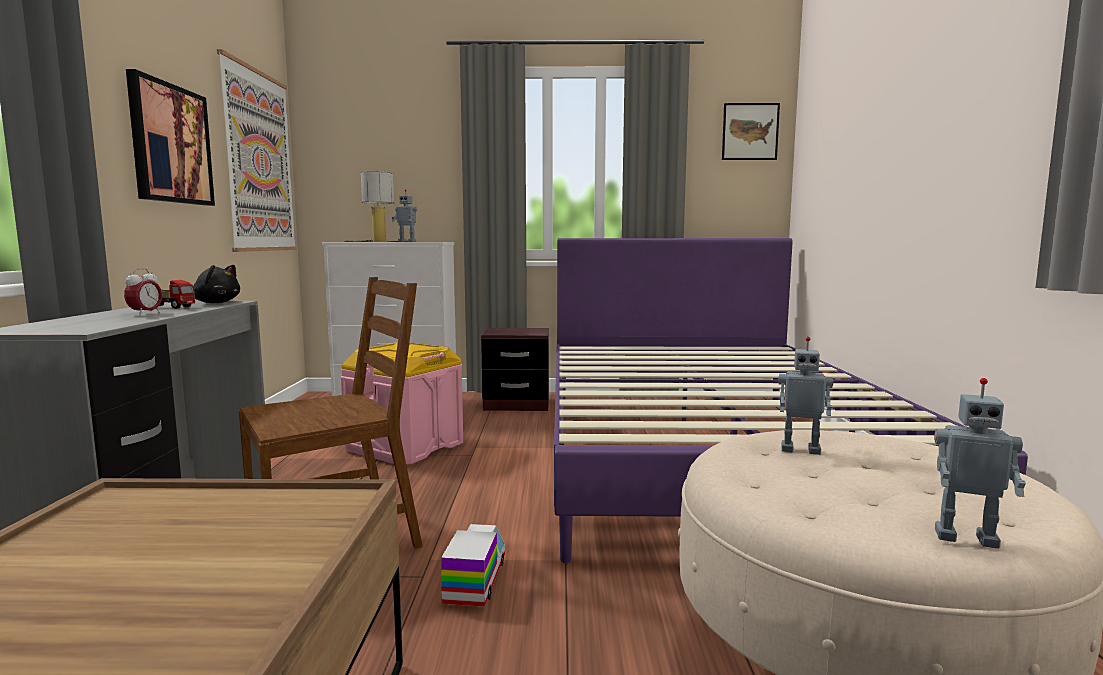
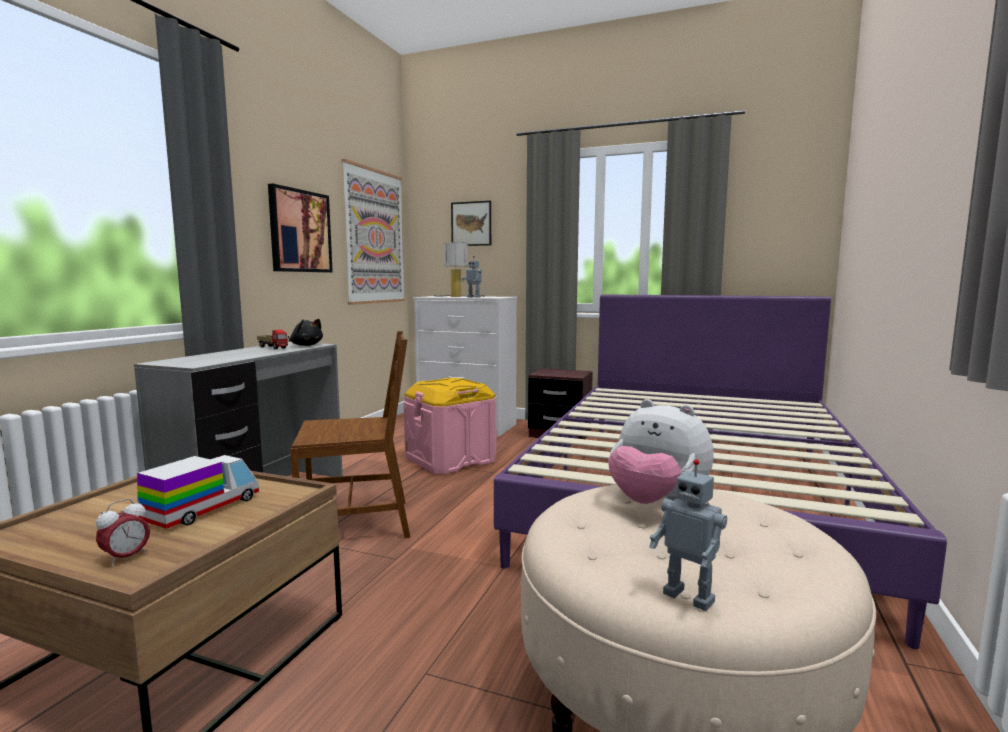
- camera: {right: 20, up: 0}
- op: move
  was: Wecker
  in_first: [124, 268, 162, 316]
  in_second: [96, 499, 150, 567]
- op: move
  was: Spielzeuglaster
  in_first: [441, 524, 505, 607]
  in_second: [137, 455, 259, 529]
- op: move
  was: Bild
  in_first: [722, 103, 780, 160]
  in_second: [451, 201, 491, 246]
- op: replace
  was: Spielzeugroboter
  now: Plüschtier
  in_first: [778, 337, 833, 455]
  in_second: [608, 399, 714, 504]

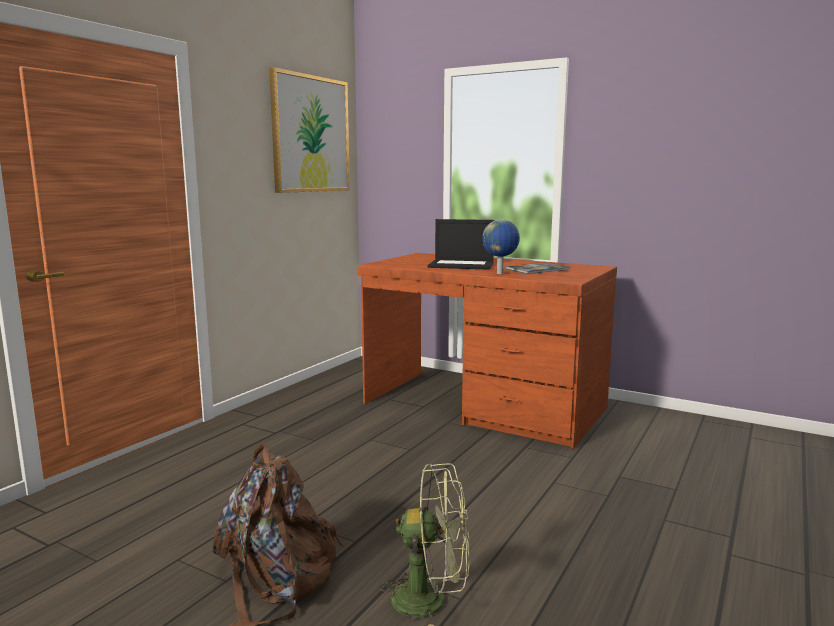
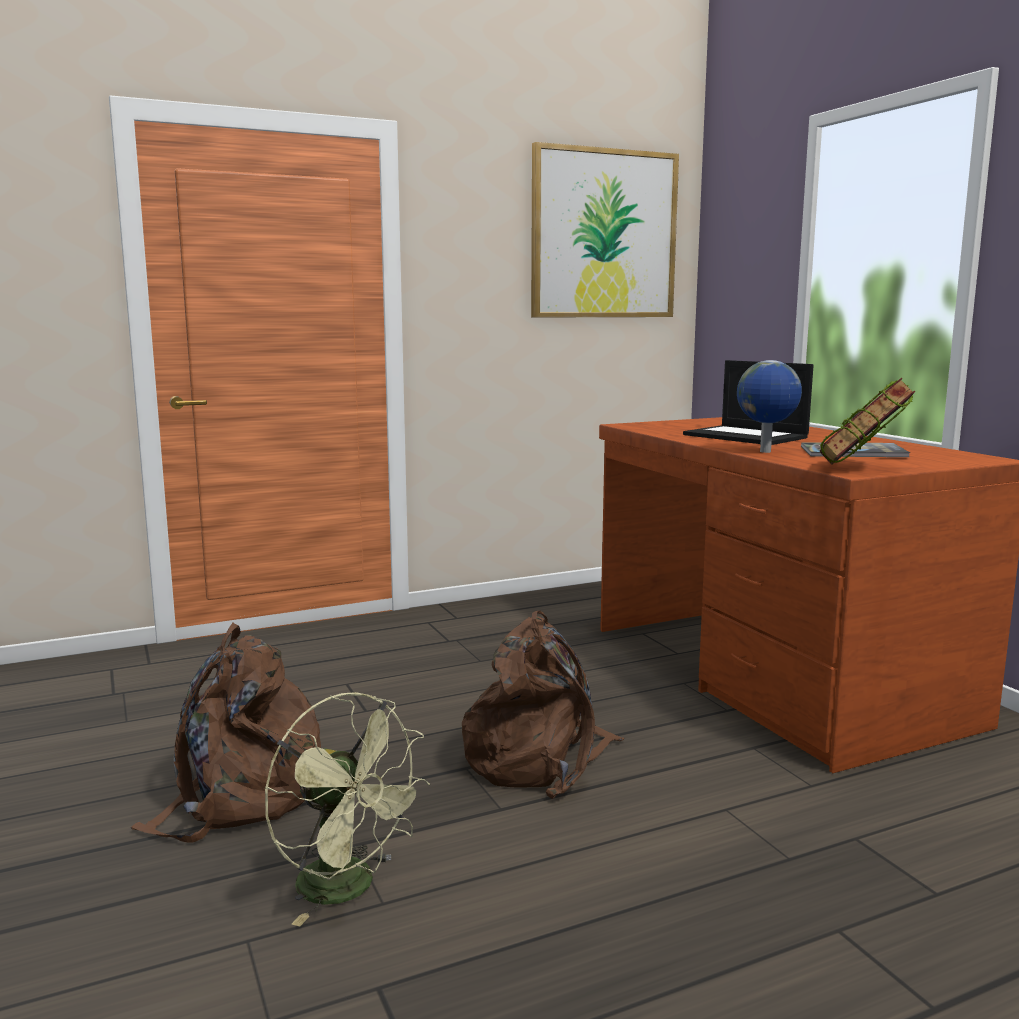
- camera: {right: 35, up: 0}
- op: insert
  now: Rucksack/braun
  in_second: [462, 611, 625, 799]
- op: insert
  now: Buch
  in_second: [820, 378, 915, 464]

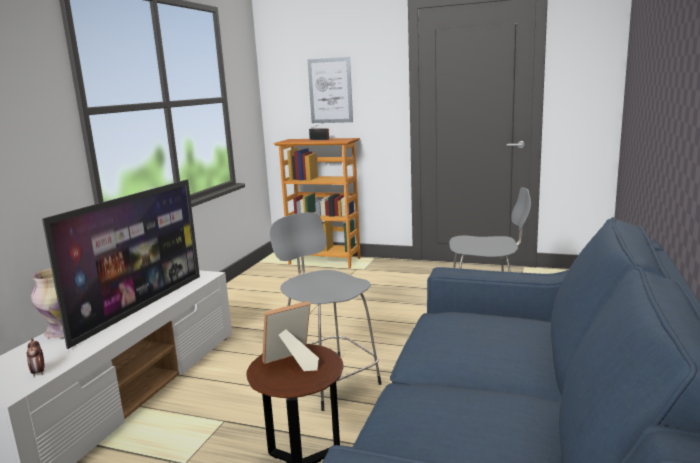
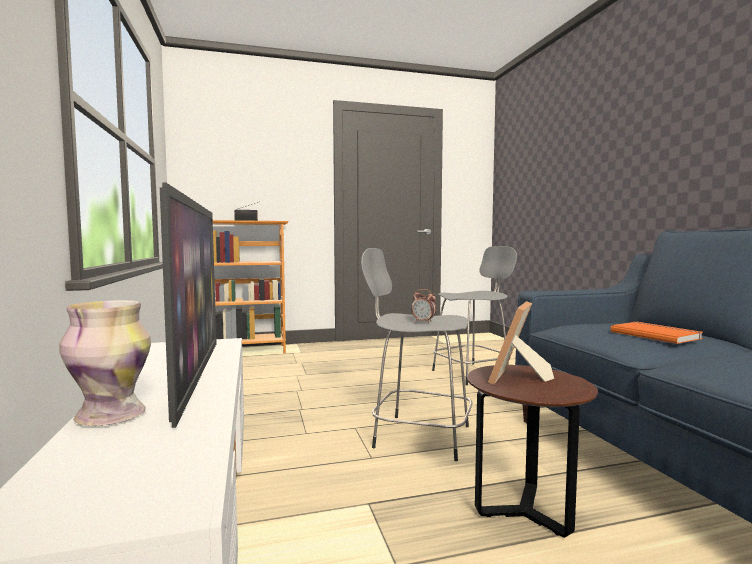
- camera: {right: -35, up: -10}
- op: move
  was: Wecker
  in_first: [27, 338, 45, 378]
  in_second: [411, 289, 436, 323]
- op: delete
  was: Bild
  in_first: [308, 57, 353, 123]
- op: insert
  now: Buch/orange
  in_second: [611, 322, 703, 344]

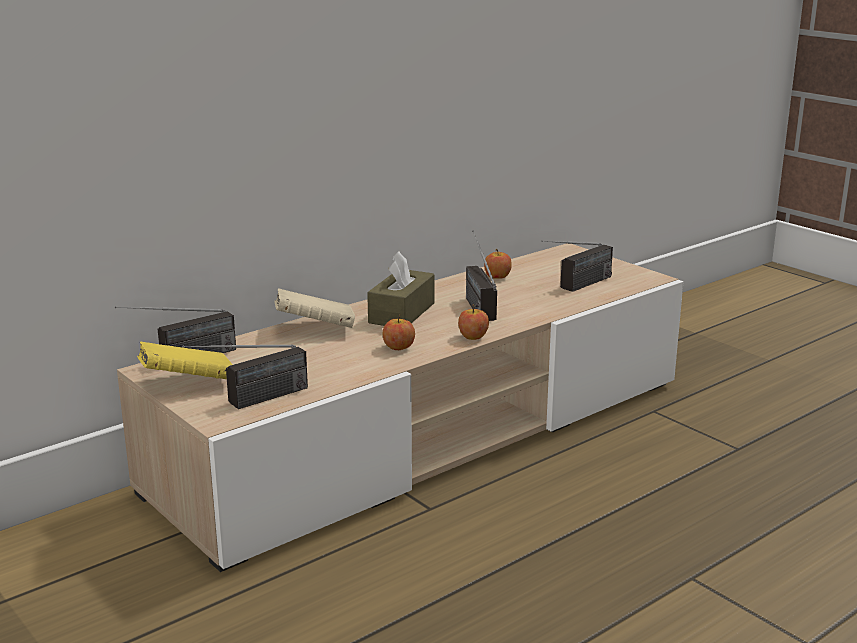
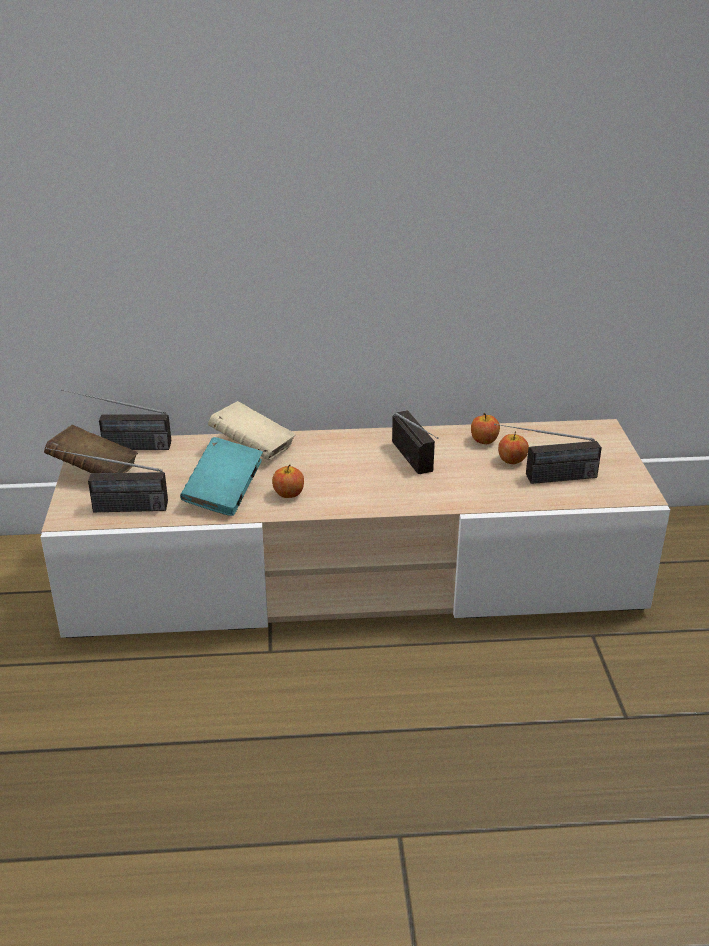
- camera: {right: 35, up: 10}
- op: recolor
  was: Buch/gelb
  now: Buch/braun
  in_first: [137, 342, 233, 379]
  in_second: [44, 425, 138, 474]
- op: delete
  was: Taschentuchbox/braun
  in_first: [367, 252, 435, 326]
- op: move
  was: Apfel
  in_first: [458, 304, 489, 340]
  in_second: [498, 431, 529, 464]
- op: rotate
  was: Radio
  in_first: [466, 230, 497, 321]
  in_second: [392, 410, 438, 474]
  clockwise: 135
- op: insert
  now: Buch/türkis
  in_second: [180, 437, 263, 516]

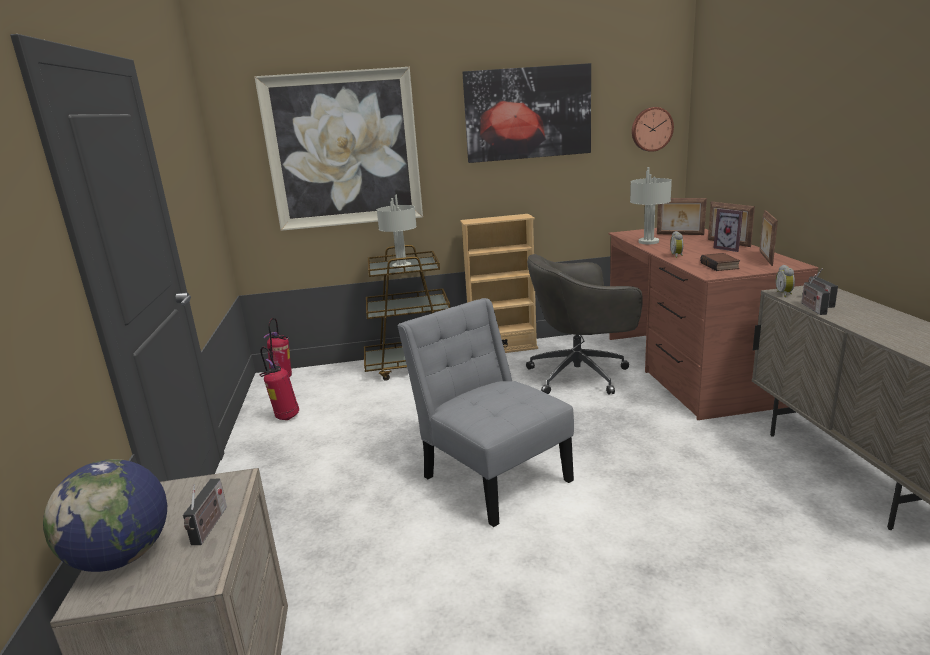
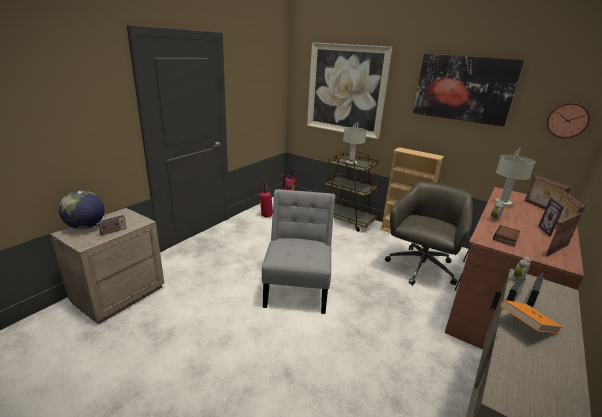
- camera: {right: 40, up: 5}
- op: rotate
  was: Bürostuhl/grau
  in_first: [526, 254, 643, 395]
  in_second: [385, 182, 473, 285]
  clockwise: 90
- op: insert
  now: Buch/orange
  in_second: [501, 300, 562, 333]

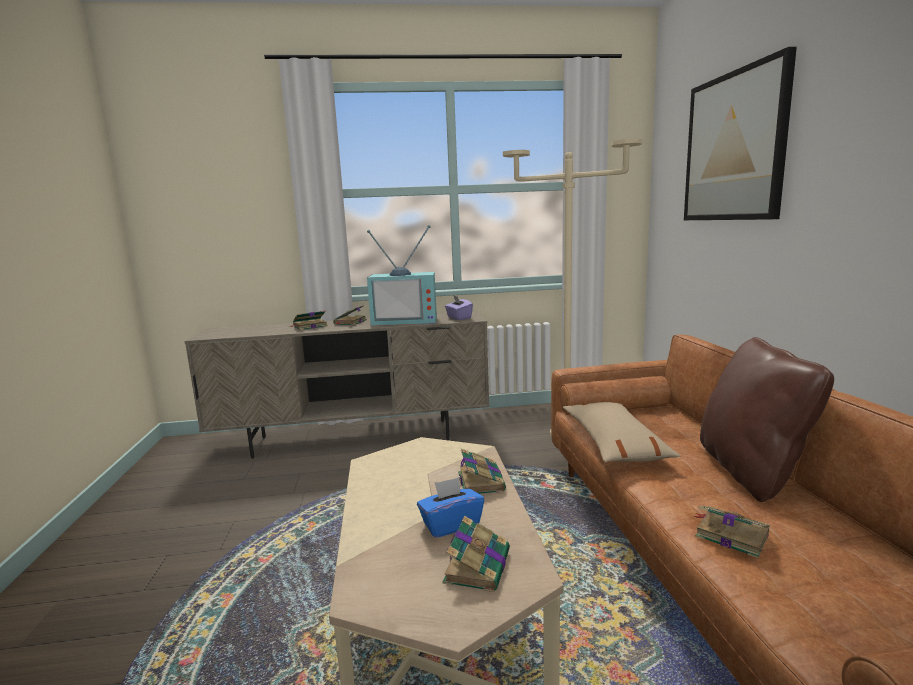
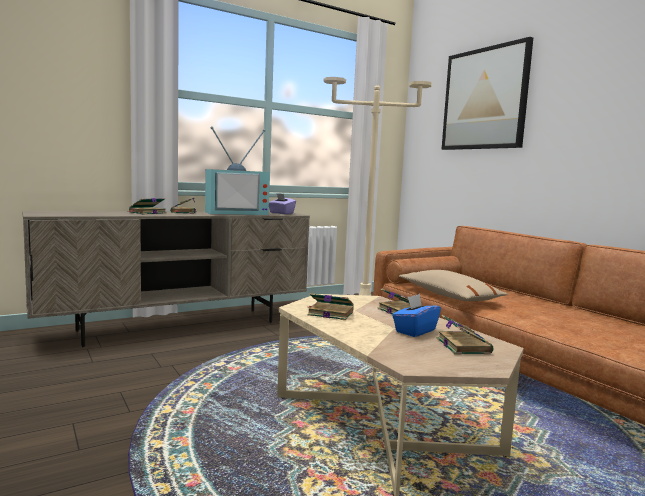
- camera: {right: -25, up: -5}
- op: move
  was: Buch
  in_first: [694, 506, 770, 558]
  in_second: [307, 293, 354, 320]
- op: delete
  was: Kissen/braun
  in_first: [700, 337, 834, 502]

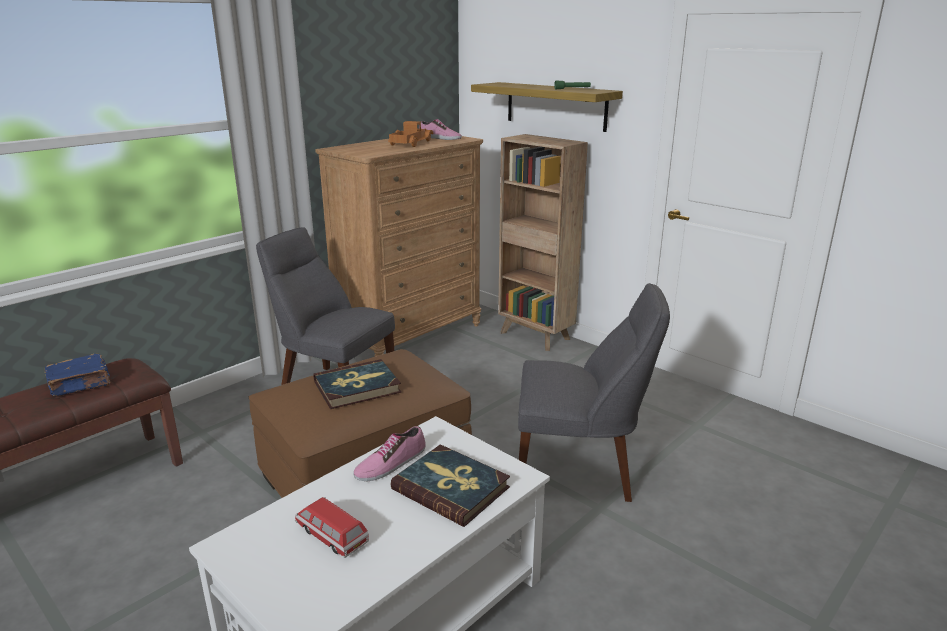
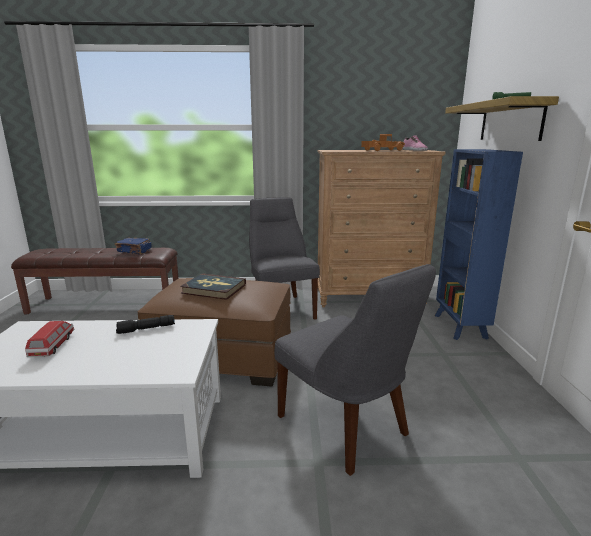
- camera: {right: 45, up: -5}
- op: replace
  was: Schuh
  now: Taschenlampe/schwarz
  in_first: [353, 426, 426, 482]
  in_second: [116, 315, 175, 334]
- op: delete
  was: Buch
  in_first: [391, 444, 510, 527]
- op: recolor
  was: Bücherregal/braun
  now: Bücherregal/blau
  in_first: [498, 134, 588, 351]
  in_second: [435, 149, 523, 340]

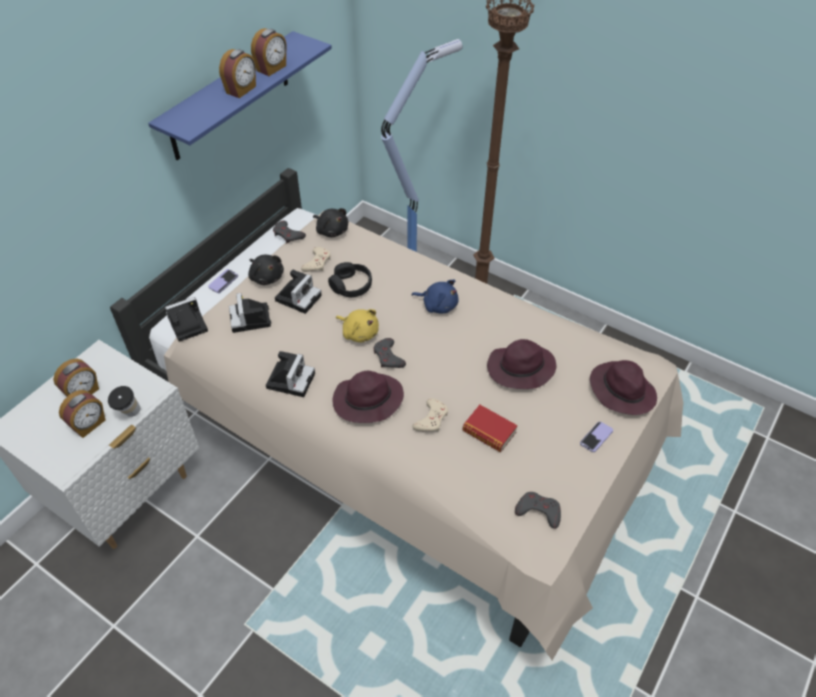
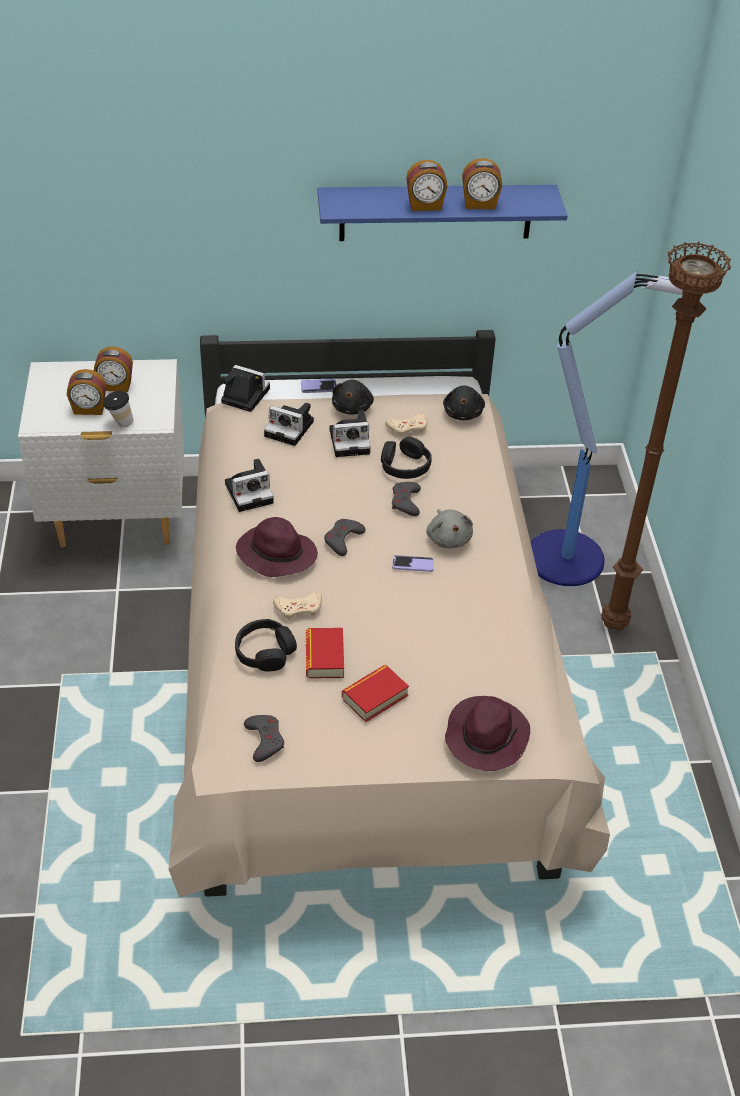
- camera: {right: 50, up: -5}
- op: rotate
  was: Kamera
  in_first: [229, 293, 271, 333]
  in_second: [264, 403, 314, 446]
  clockwise: -105
- op: move
  was: Gamepad/grau
  in_first: [273, 221, 306, 243]
  in_second: [392, 482, 421, 516]
- op: delete
  was: Plüschtier/gelb
  in_first: [336, 309, 379, 342]
- op: recolor
  was: Plüschtier/blau
  now: Plüschtier/grau
  in_first: [411, 280, 459, 313]
  in_second: [426, 509, 473, 548]
- op: delete
  was: Hut/lila
  in_first: [487, 339, 557, 389]
- op: move
  was: Handy
  in_first: [580, 422, 613, 452]
  in_second: [392, 555, 434, 572]
- op: insert
  now: Kopfhörer/schwarz
  in_second: [235, 619, 297, 671]
- op: insert
  now: Buch
  in_second: [342, 665, 409, 722]

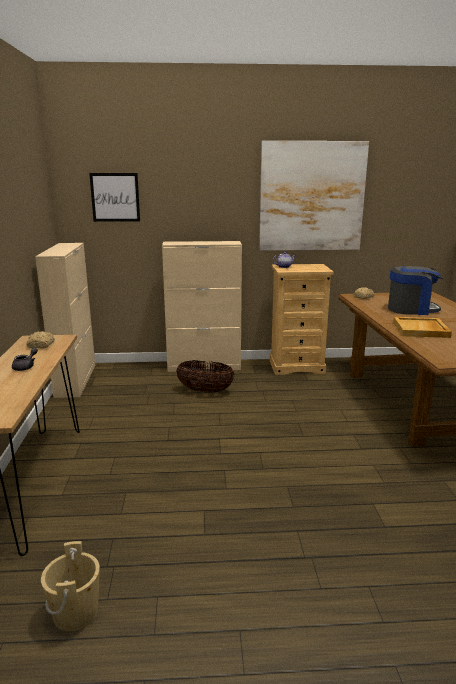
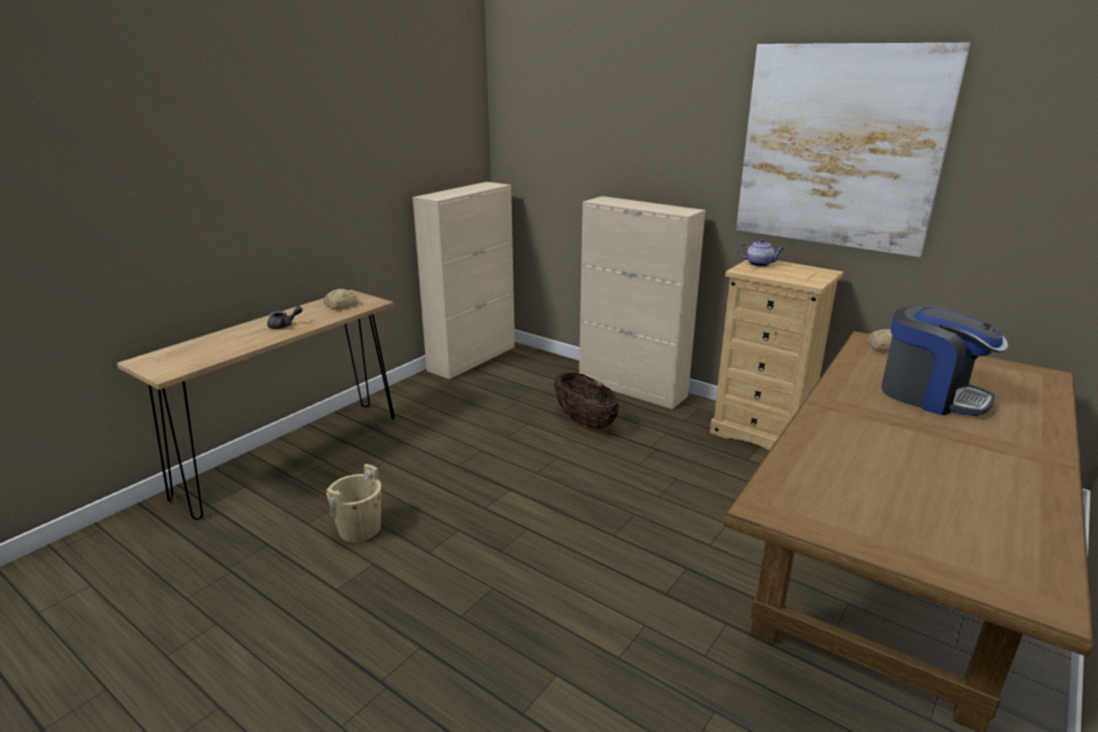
- camera: {right: 40, up: 5}
- op: move
  was: Eimer/beige
  in_first: [41, 541, 100, 631]
  in_second: [327, 464, 381, 542]
- op: delete
  was: Bild
  in_first: [89, 173, 140, 222]
- op: delete
  was: Tablett/beige
  in_first: [393, 317, 452, 338]

